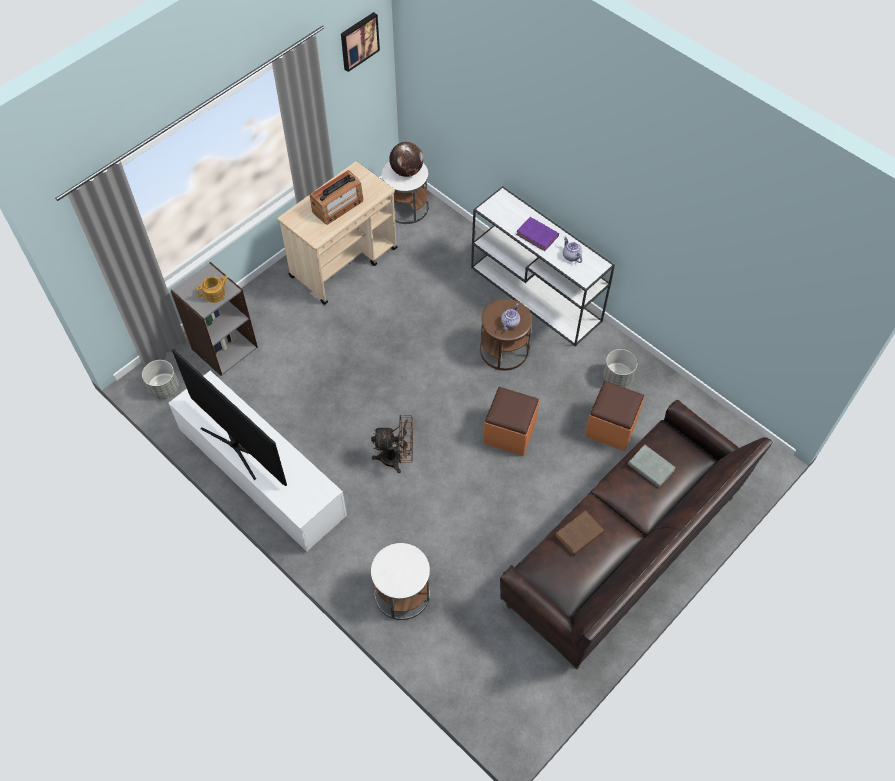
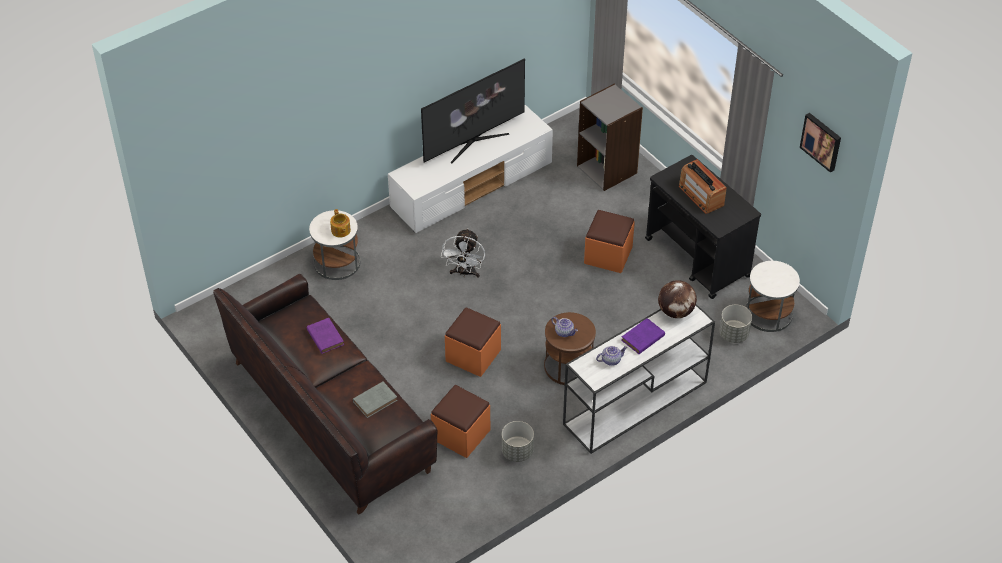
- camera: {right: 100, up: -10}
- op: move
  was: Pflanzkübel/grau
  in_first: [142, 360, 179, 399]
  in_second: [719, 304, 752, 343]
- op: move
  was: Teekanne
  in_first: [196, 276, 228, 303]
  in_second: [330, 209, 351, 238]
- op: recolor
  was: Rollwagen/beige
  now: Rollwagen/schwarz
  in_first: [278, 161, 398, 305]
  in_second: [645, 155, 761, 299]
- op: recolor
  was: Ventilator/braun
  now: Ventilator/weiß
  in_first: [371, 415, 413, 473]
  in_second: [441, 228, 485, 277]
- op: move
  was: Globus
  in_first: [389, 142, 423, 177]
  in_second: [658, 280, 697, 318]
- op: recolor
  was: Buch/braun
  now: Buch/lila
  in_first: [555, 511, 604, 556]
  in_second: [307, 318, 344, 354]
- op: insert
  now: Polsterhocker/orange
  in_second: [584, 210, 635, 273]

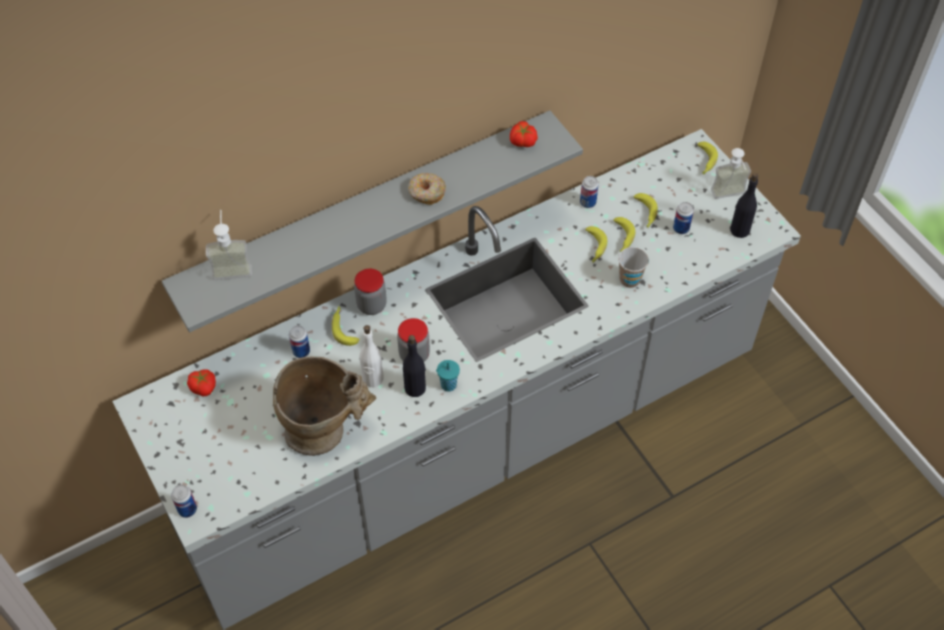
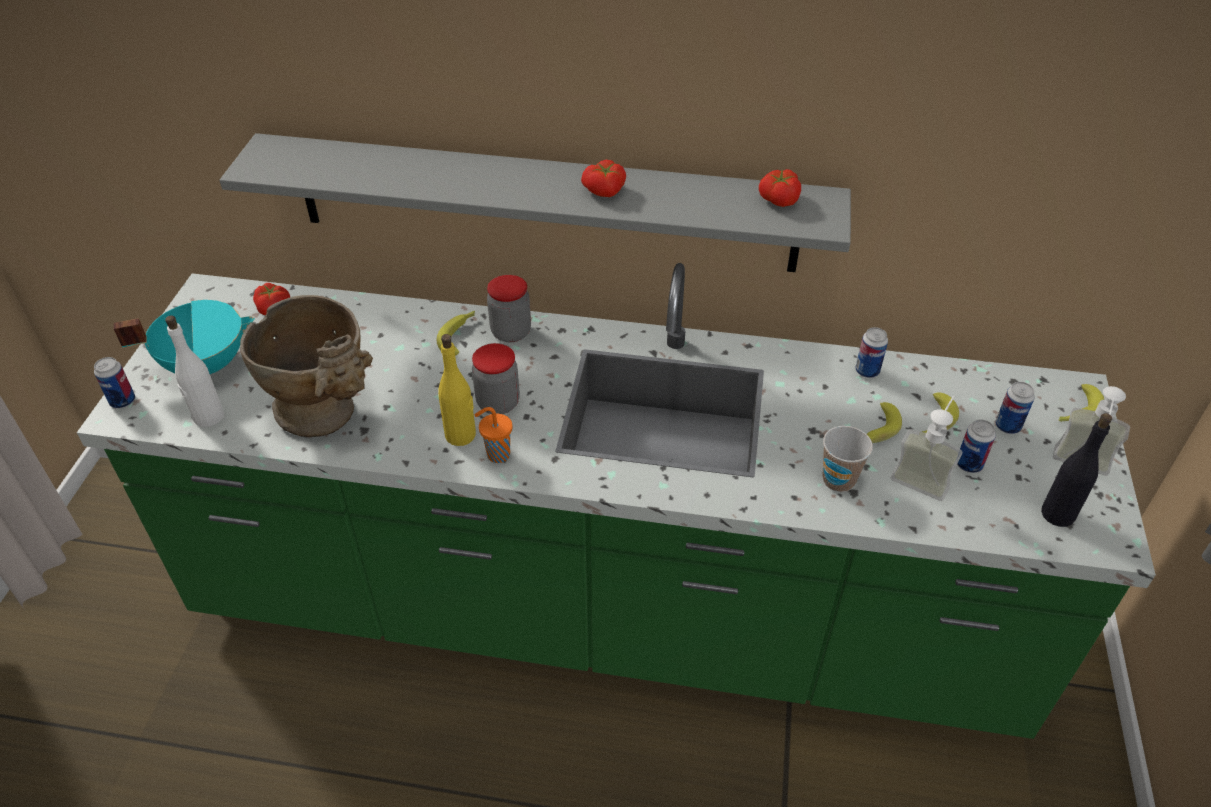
- camera: {right: 40, up: -10}
- op: recolor
  was: Küchenzeile/grau
  now: Küchenzeile/grün
  in_first: [112, 129, 801, 630]
  in_second: [77, 263, 1156, 739]
- op: move
  was: Seifenspender
  in_first: [206, 210, 252, 280]
  in_second: [891, 395, 962, 501]
- op: move
  was: Dose
  in_first: [289, 325, 310, 358]
  in_second: [995, 382, 1035, 434]
- op: move
  was: Flasche/weiß
  in_first: [359, 325, 384, 387]
  in_second: [165, 315, 224, 427]
- op: recolor
  was: Flasche/schwarz
  now: Flasche/gelb
  in_first: [403, 335, 426, 397]
  in_second: [438, 334, 476, 446]
- op: replace
  was: Donut
  now: Tomate
  in_first: [408, 173, 446, 205]
  in_second: [581, 160, 626, 197]
- op: recolor
  was: Tasse/türkis
  now: Tasse/orange
  in_first: [436, 360, 460, 391]
  in_second: [475, 407, 512, 463]
- op: delete
  was: Banane
  in_first: [585, 226, 607, 263]
- op: insert
  now: Kochtopf/türkis
  in_second: [114, 300, 255, 374]

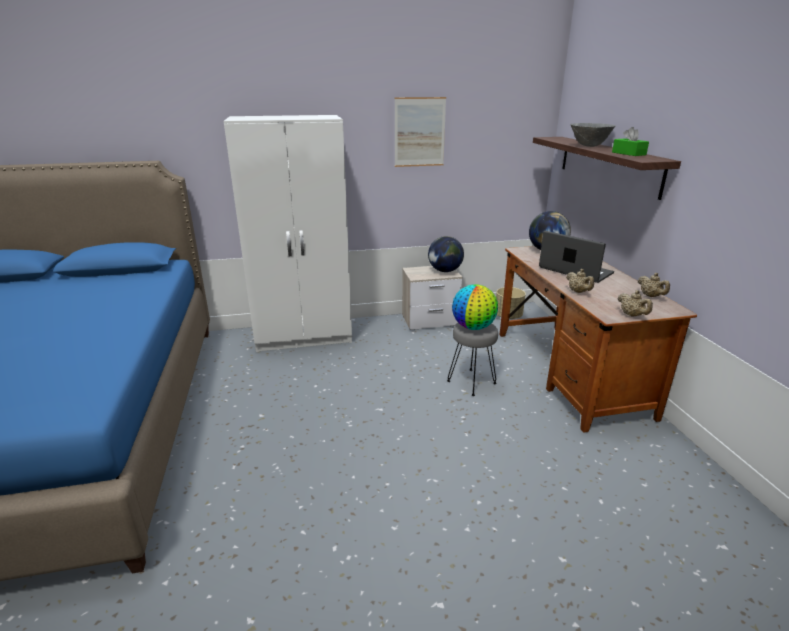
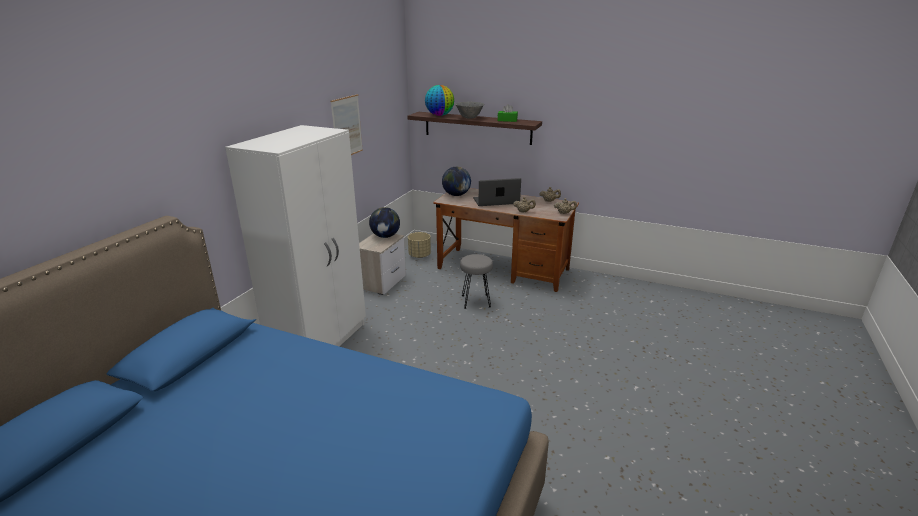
- camera: {right: -55, up: 0}
- op: move
  was: Globus
  in_first: [452, 284, 498, 330]
  in_second: [425, 85, 454, 116]

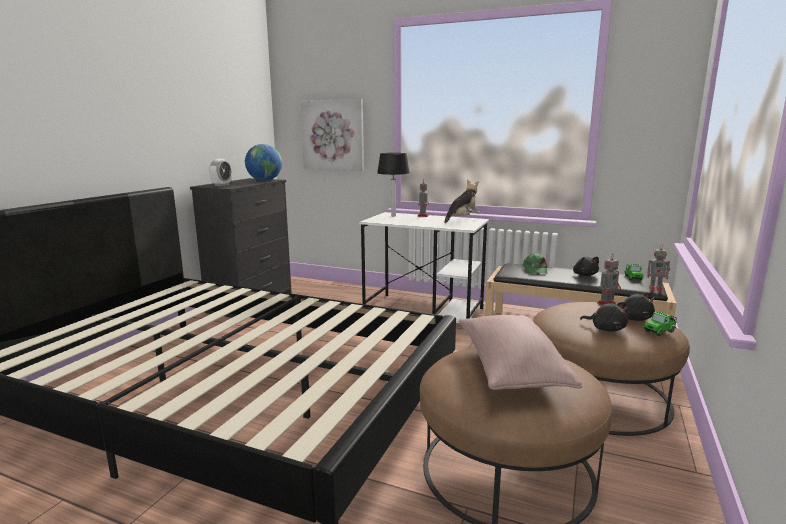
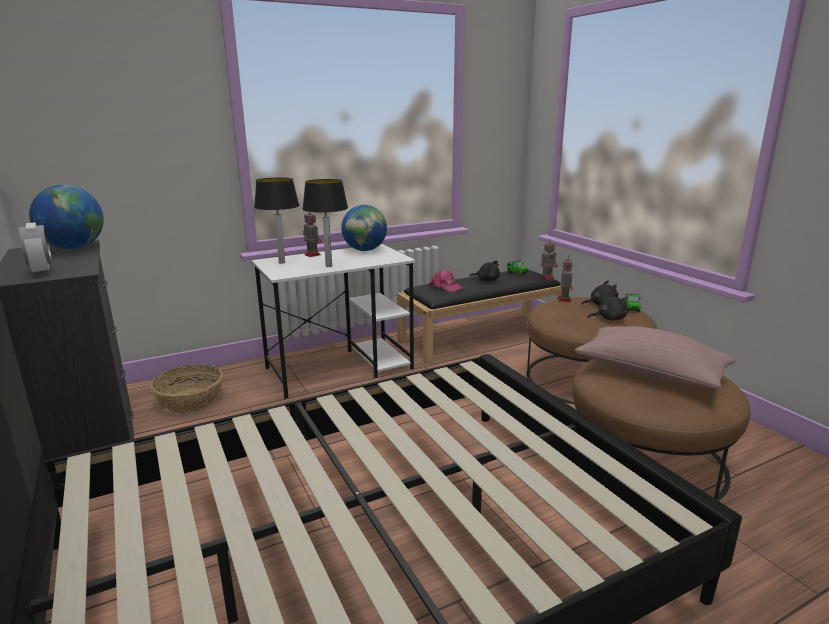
- camera: {right: -50, up: 5}
- op: delete
  was: Bild
  in_first: [300, 99, 364, 171]
- op: replace
  was: Plüschtier
  now: Globus
  in_first: [444, 180, 480, 223]
  in_second: [341, 205, 387, 251]
- op: recolor
  was: Kappe/grün
  now: Kappe/rosa
  in_first: [522, 253, 548, 274]
  in_second: [429, 270, 463, 292]
- op: insert
  now: Korb
  in_second: [150, 364, 223, 413]
- op: insert
  now: Tischlampe
  in_second: [303, 179, 348, 267]

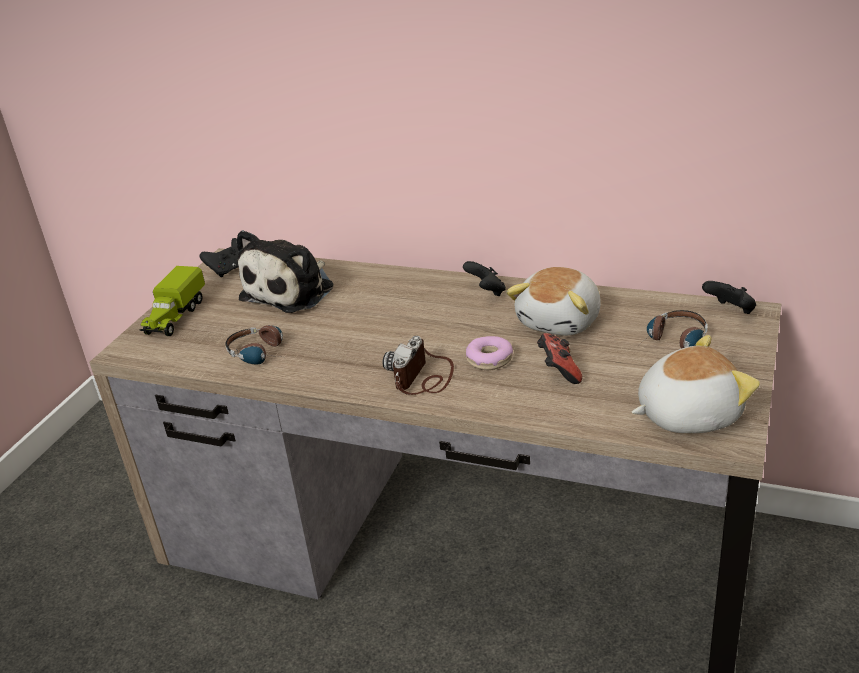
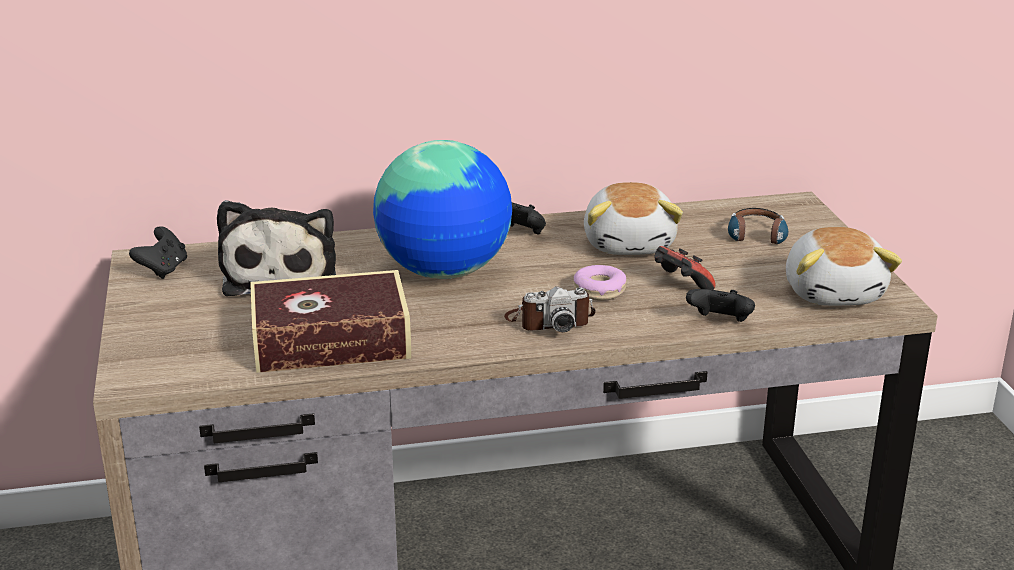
- camera: {right: -35, up: -5}
- op: delete
  was: Spielzeuglaster
  in_first: [139, 266, 205, 336]
- op: replace
  was: Kopfhörer
  now: Buch
  in_first: [225, 325, 283, 365]
  in_second: [250, 270, 411, 373]
- op: rotate
  was: Kamera
  in_first: [383, 336, 454, 395]
  in_second: [504, 286, 596, 332]
  clockwise: -90
- op: rotate
  was: Plüschtier
  in_first: [631, 335, 760, 433]
  in_second: [786, 227, 902, 306]
  clockwise: 135
- op: move
  was: Gamepad/schwarz
  in_first: [702, 281, 756, 314]
  in_second: [686, 289, 755, 322]
- op: insert
  now: Globus
  in_second: [373, 140, 512, 279]

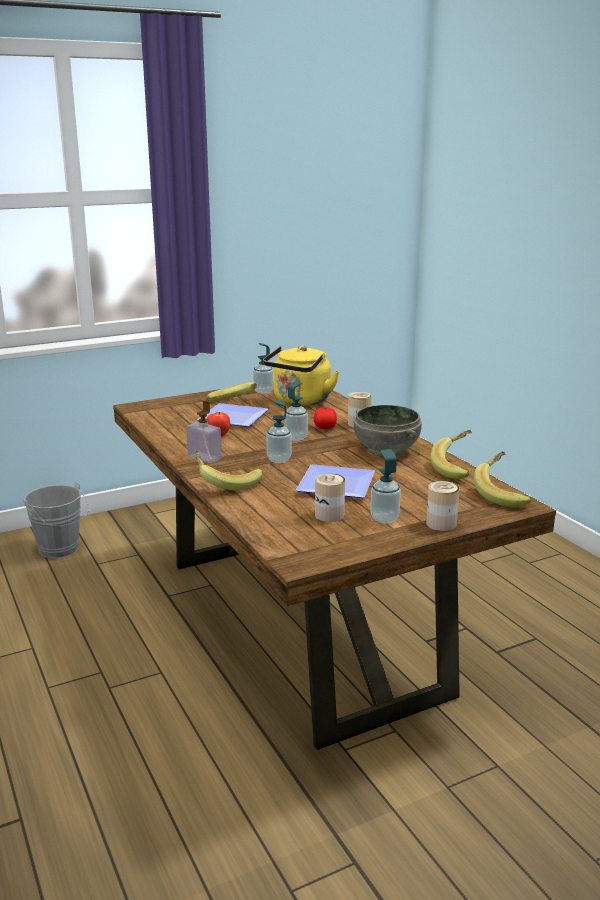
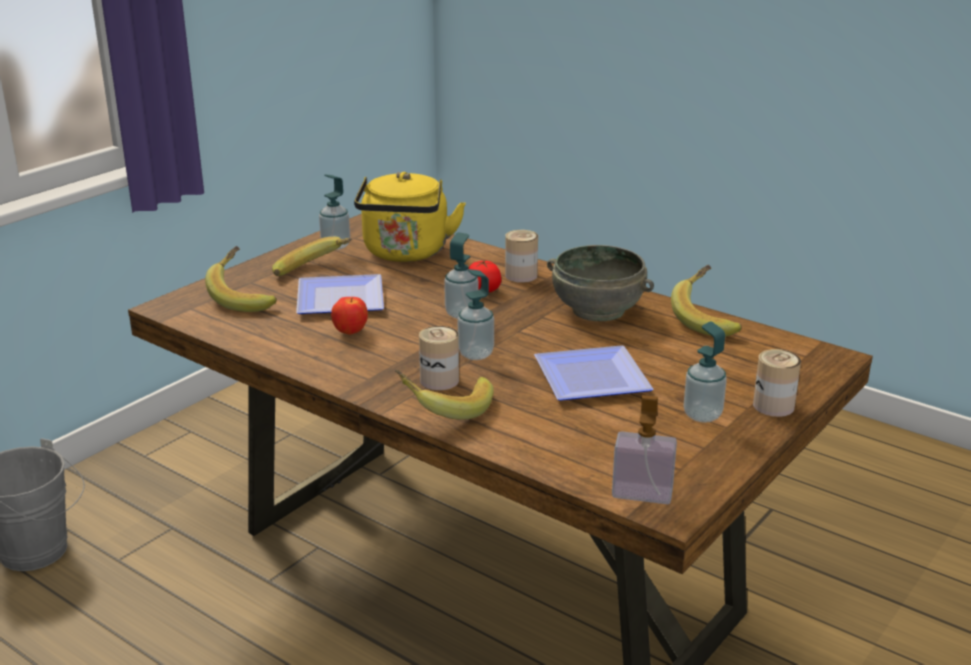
- camera: {right: -25, up: 5}
- op: move
  was: Seifenspender
  in_first: [186, 399, 222, 463]
  in_second: [612, 395, 677, 504]
- op: move
  was: Dose
  in_first: [315, 473, 345, 522]
  in_second: [419, 326, 459, 390]
- op: move
  was: Banane
  in_first: [474, 451, 531, 507]
  in_second: [205, 246, 277, 312]

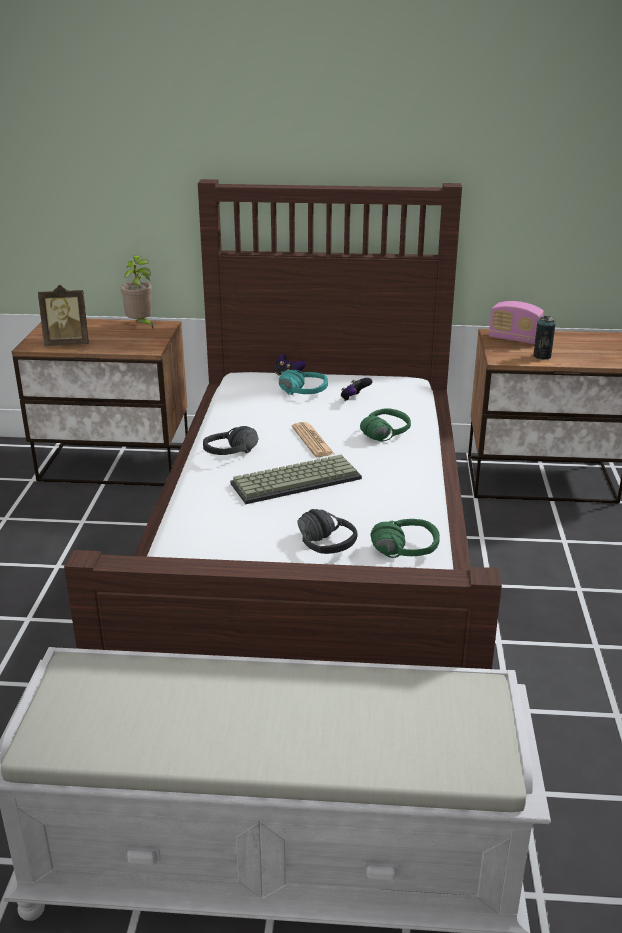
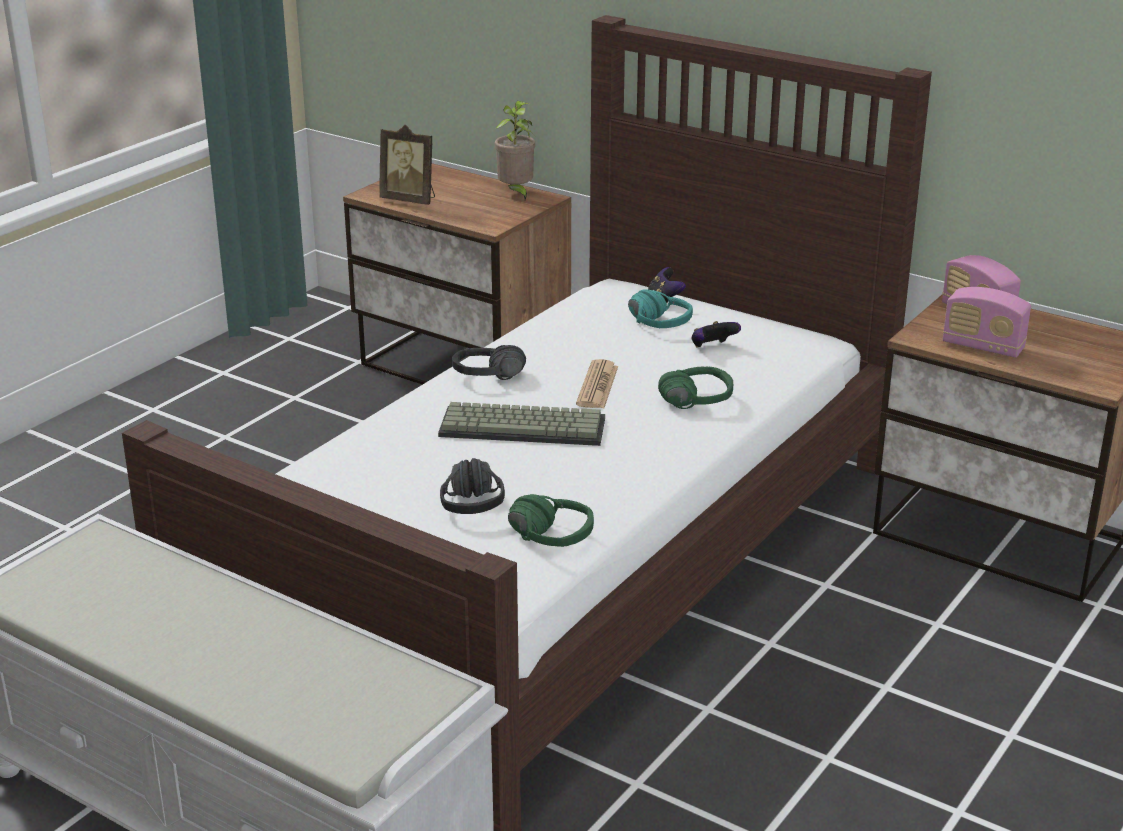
- camera: {right: 30, up: 0}
- op: replace
  was: Dose
  now: Radio
  in_first: [533, 316, 555, 360]
  in_second: [943, 287, 1031, 358]

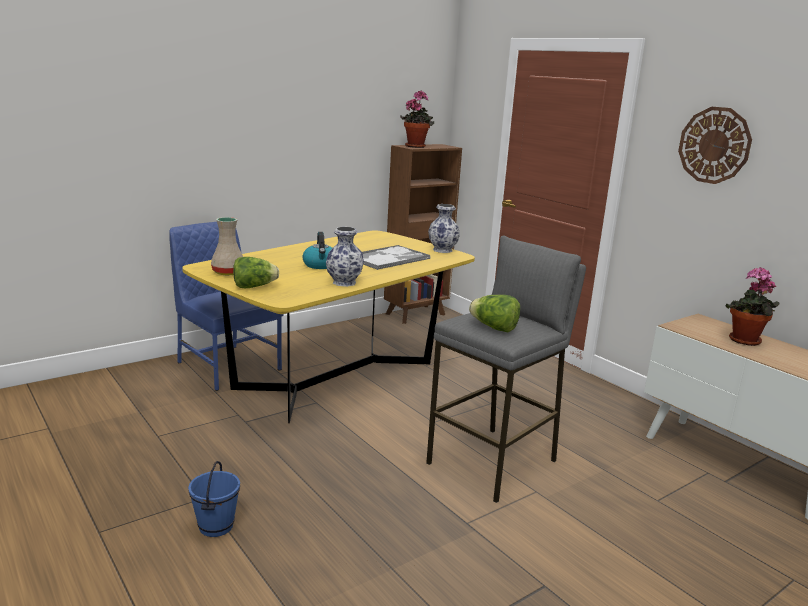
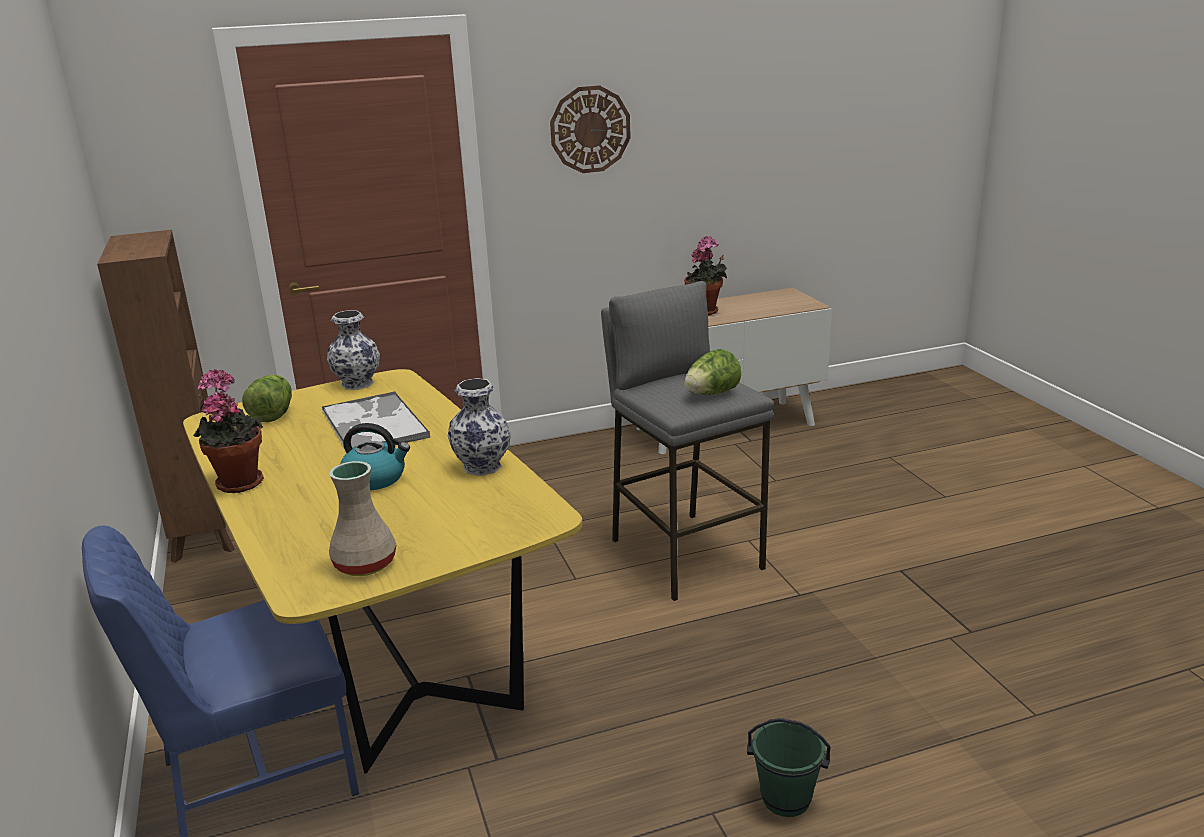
- camera: {right: -70, up: 5}
- op: recolor
  was: Eimer/blau
  now: Eimer/grün
  in_first: [188, 461, 240, 537]
  in_second: [747, 718, 831, 817]
- op: move
  was: Salatkopf
  in_first: [233, 257, 279, 288]
  in_second: [242, 375, 292, 422]
- op: move
  was: Topfpflanze
  in_first: [400, 90, 434, 148]
  in_second: [193, 369, 264, 493]

